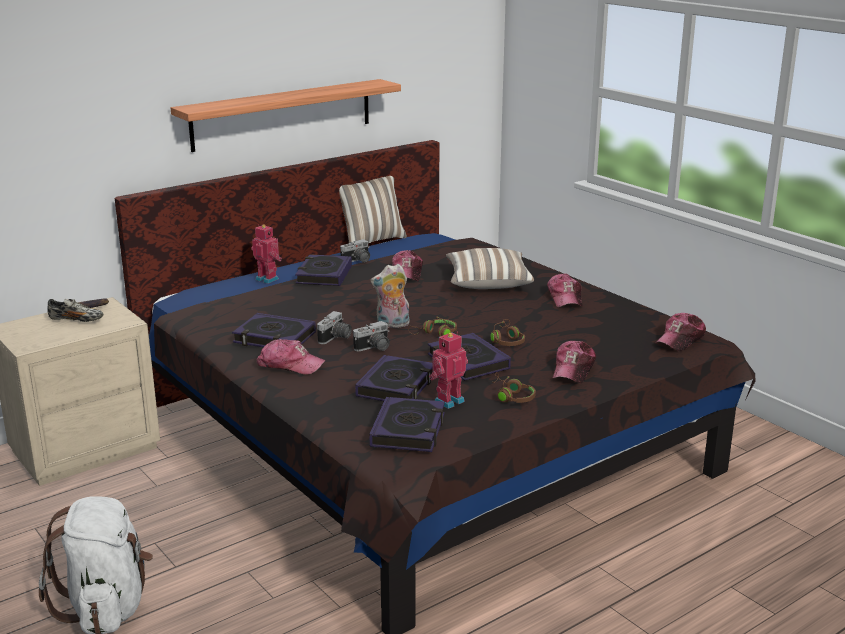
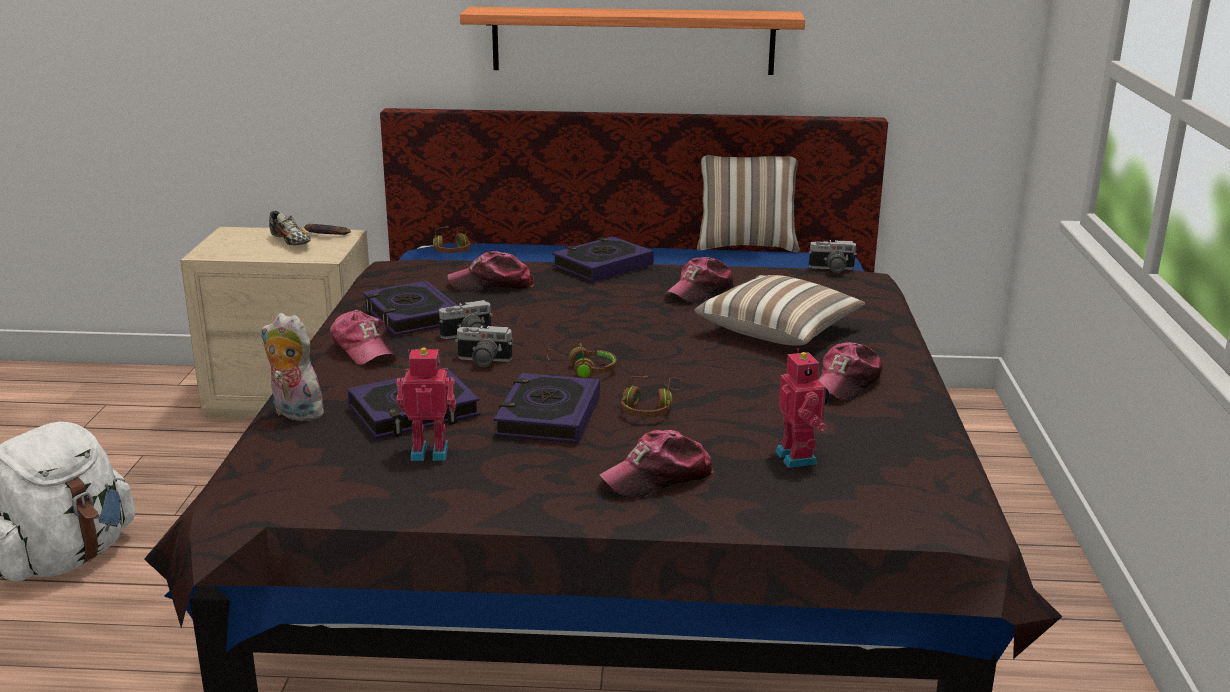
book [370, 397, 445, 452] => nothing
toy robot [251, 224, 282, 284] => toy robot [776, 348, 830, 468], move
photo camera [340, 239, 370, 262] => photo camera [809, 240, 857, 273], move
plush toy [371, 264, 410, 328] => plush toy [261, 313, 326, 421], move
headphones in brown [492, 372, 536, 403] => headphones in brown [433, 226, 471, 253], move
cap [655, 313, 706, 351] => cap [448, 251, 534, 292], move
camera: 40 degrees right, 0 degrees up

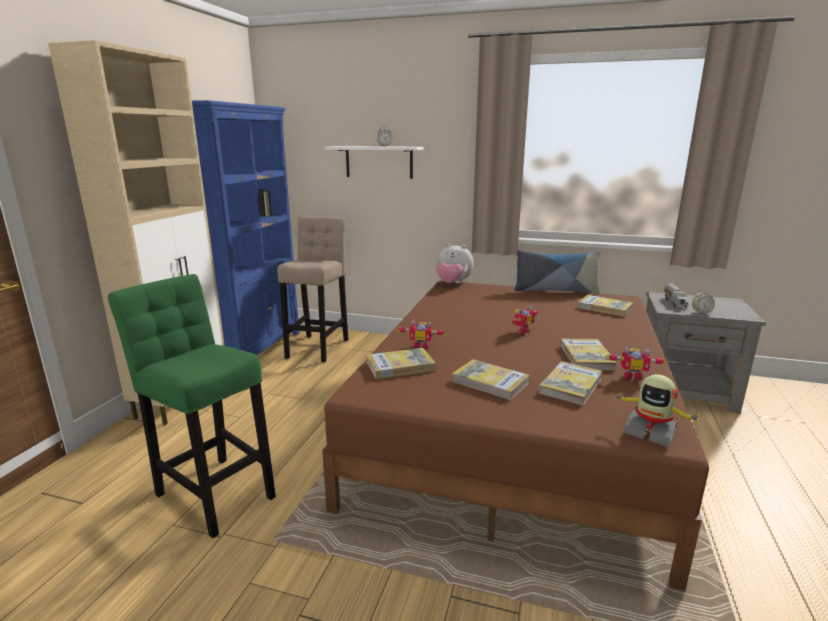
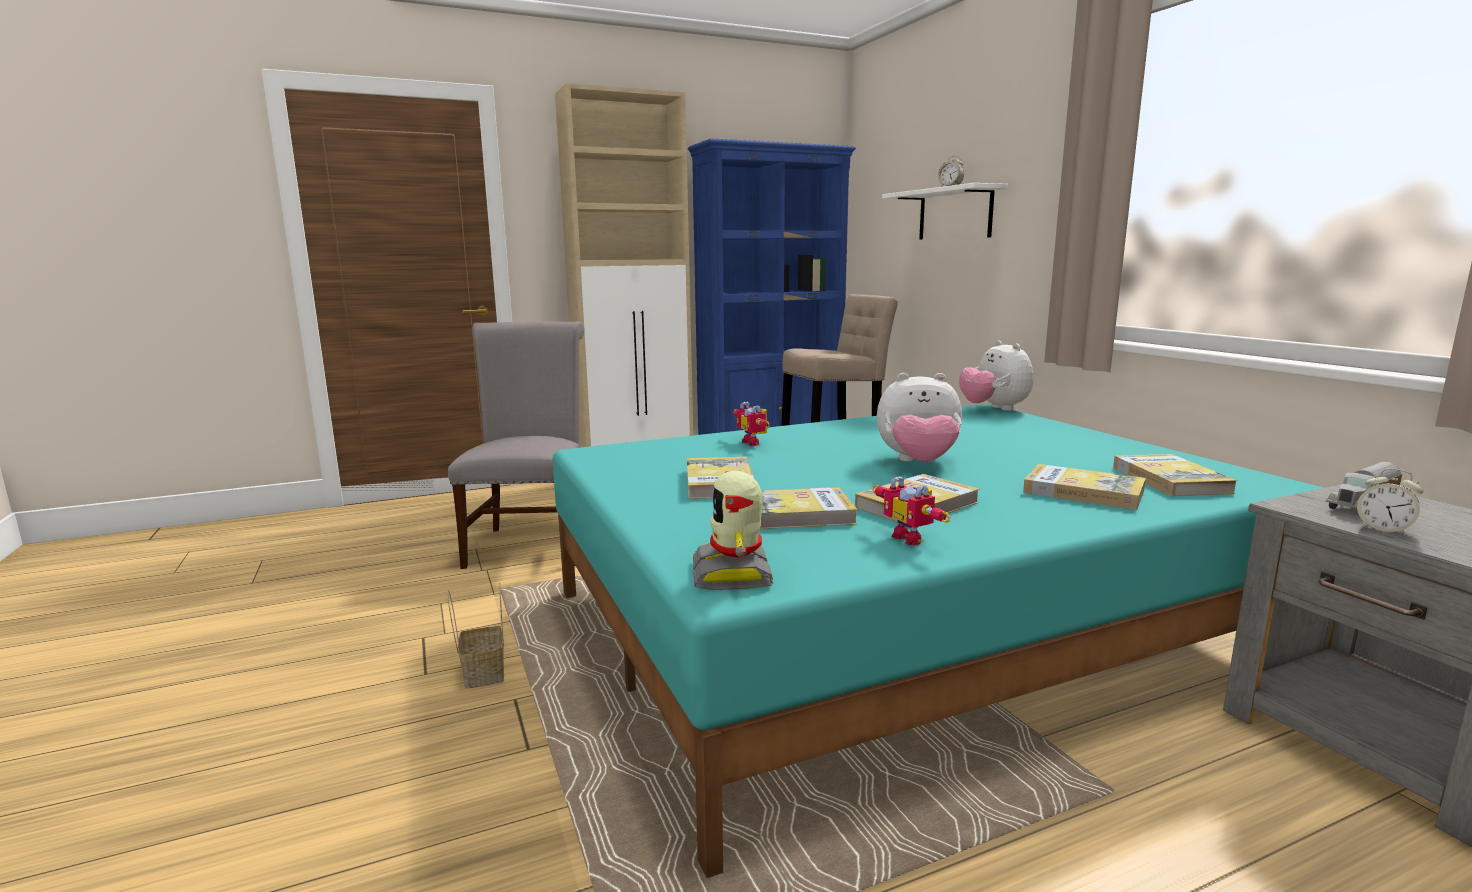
pillow [515, 250, 601, 294] => nothing
nothing => basket [447, 583, 504, 689]
book [367, 348, 436, 379] => book [1023, 464, 1146, 510], move
stool in green [108, 274, 276, 538] => chair in grey [448, 321, 585, 569]
toy robot [511, 306, 538, 335] => plush toy [877, 373, 962, 462]
bed in brown [322, 281, 709, 591] => bed in turquoise [552, 404, 1324, 878]
camera: 50 degrees right, 5 degrees down

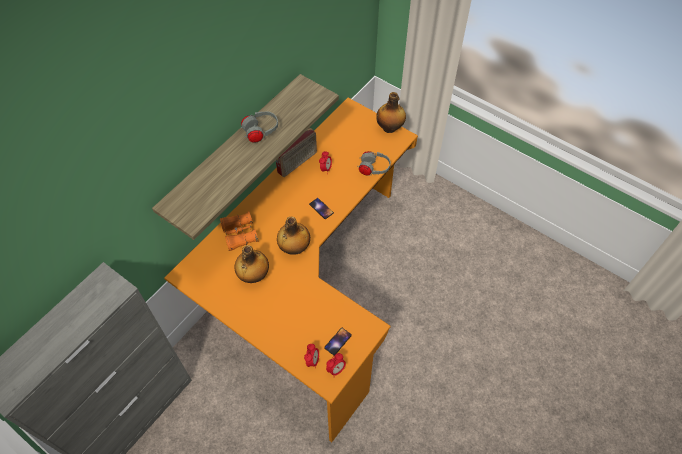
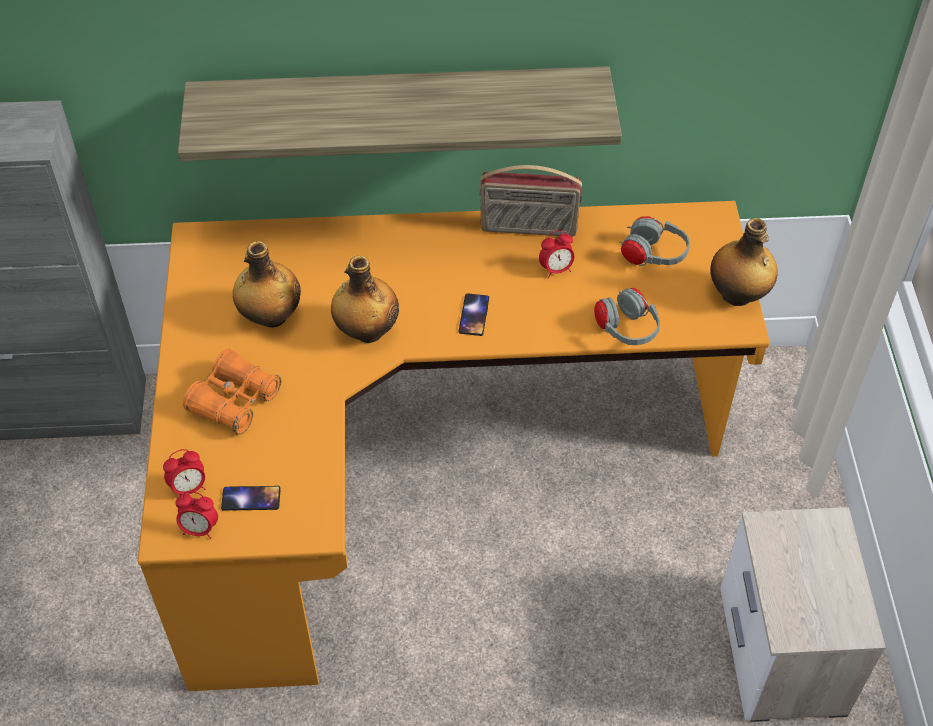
nothing => nightstand [720, 507, 886, 722]
binoculars in orange [220, 211, 258, 251] => binoculars in orange [183, 349, 281, 435], move
headphones in grey [240, 111, 278, 142] => headphones in grey [619, 216, 690, 266], move
camera: 50 degrees right, 5 degrees down

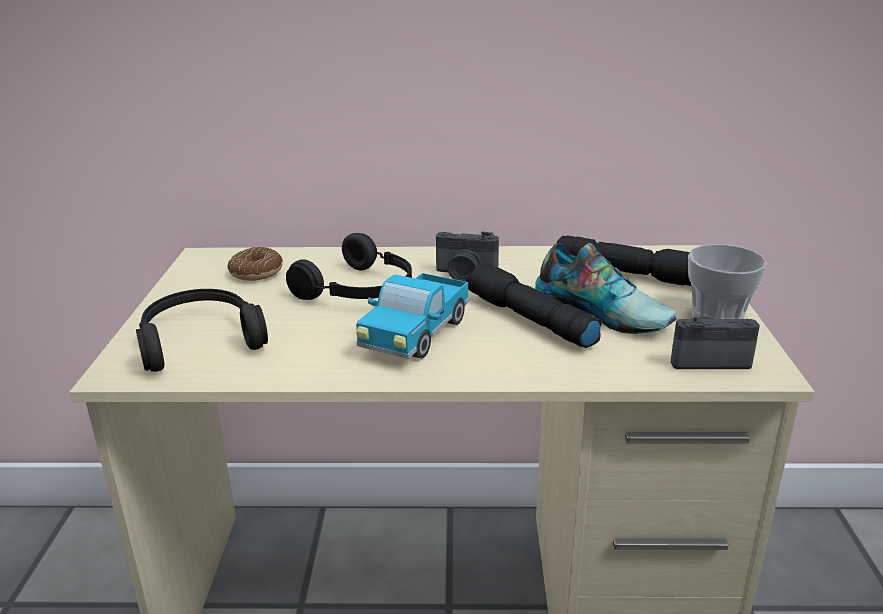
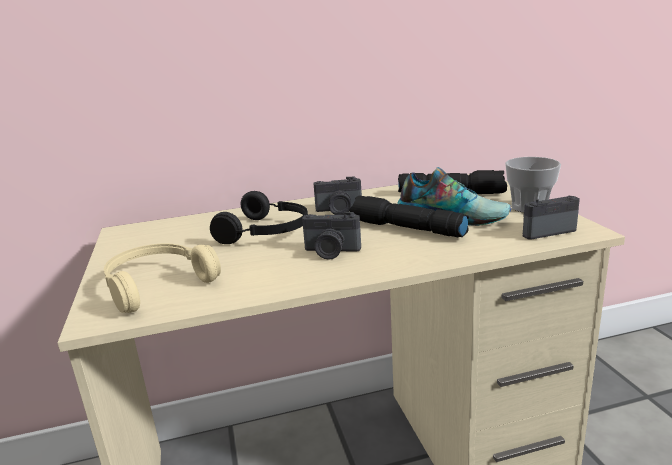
donut [227, 247, 283, 281] => nothing
toy truck [356, 273, 469, 359] => photo camera [302, 212, 361, 260]
headphones in black [136, 289, 268, 372] => headphones in beige [104, 244, 221, 313]
camera: 15 degrees left, 5 degrees down

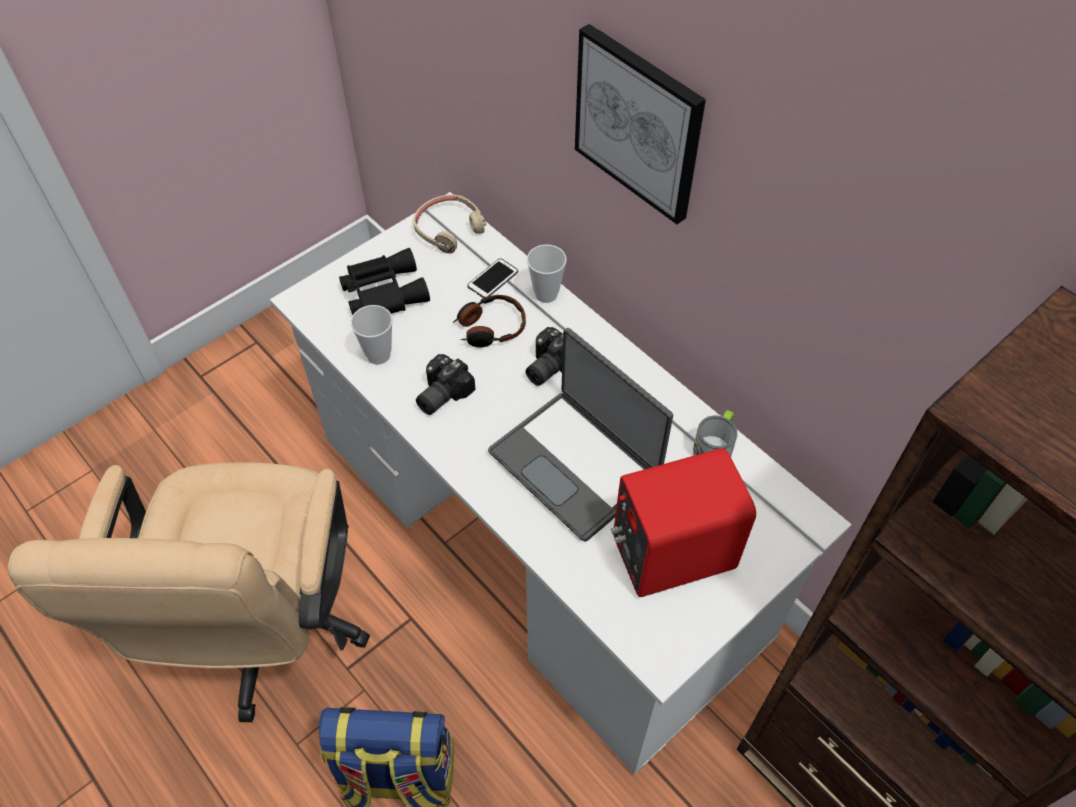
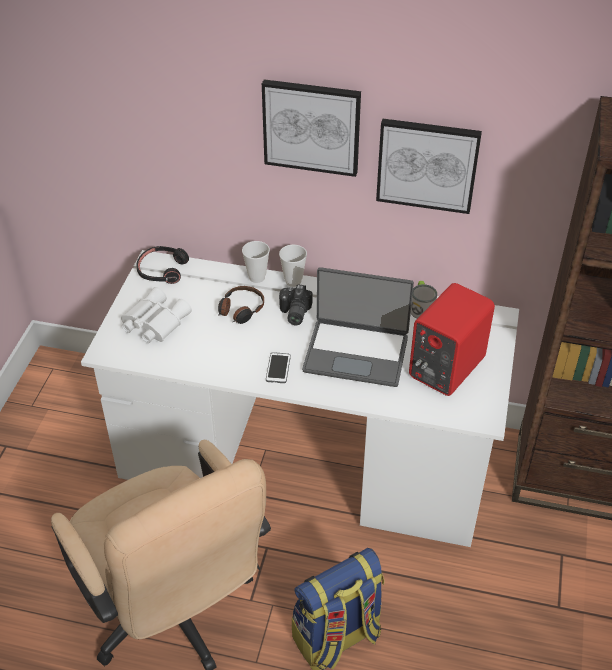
photo camera [416, 354, 476, 415] => nothing
nothing => picture [376, 119, 482, 214]
cup [351, 305, 393, 365] => cup [279, 245, 307, 287], move
phone [467, 258, 518, 298] => phone [266, 352, 291, 383], move
binoculars in black [339, 248, 430, 315] => binoculars in white [121, 287, 192, 343]
headphones in beige [413, 194, 486, 254] => headphones in black [136, 246, 189, 284]
camera: 35 degrees left, 10 degrees down

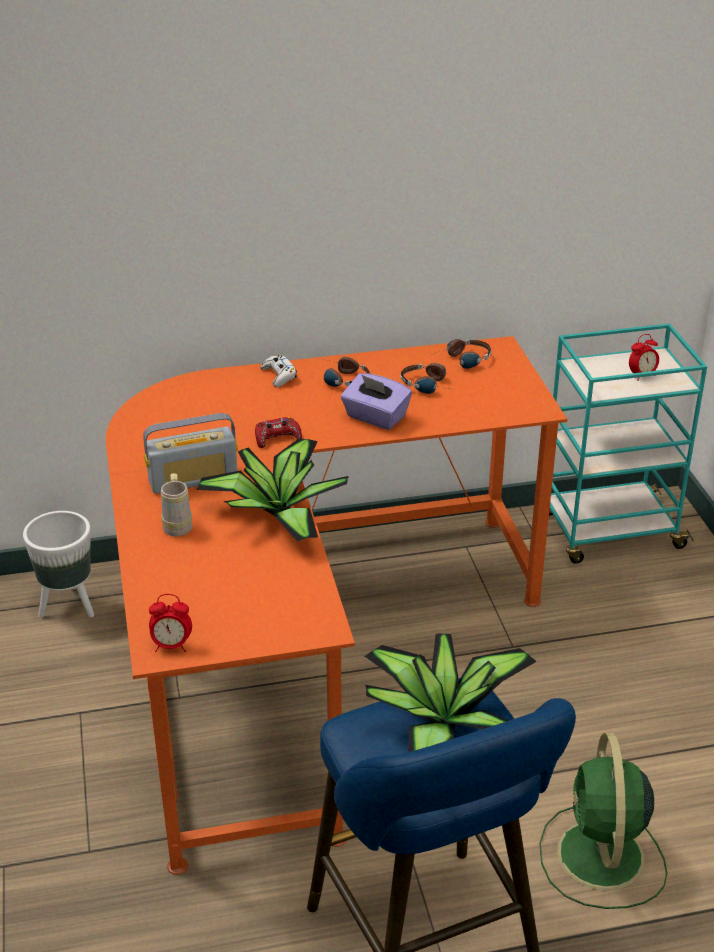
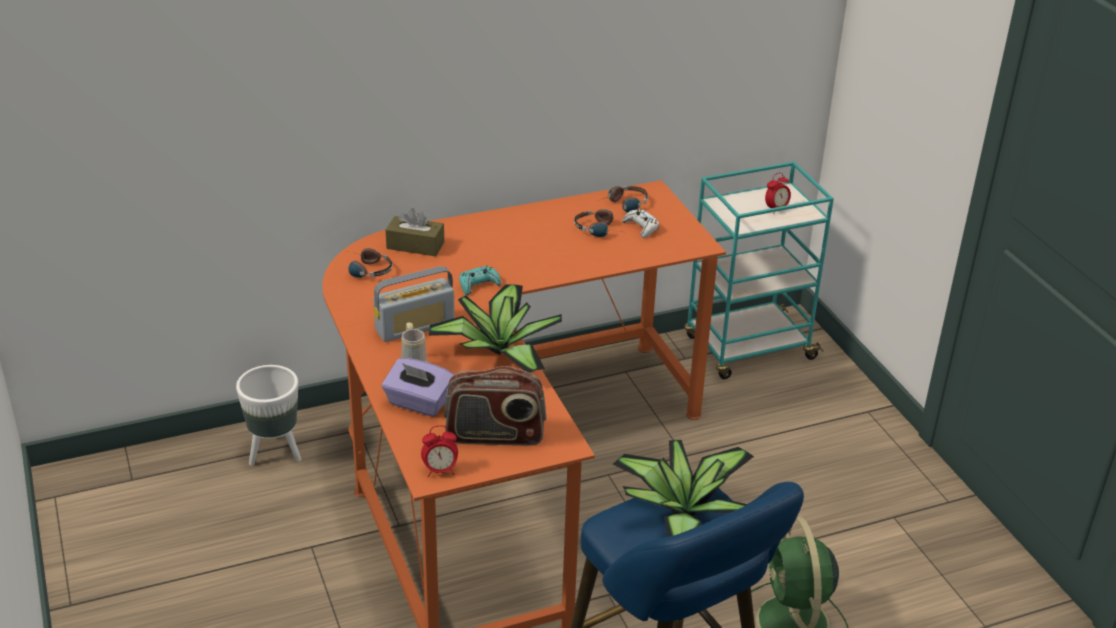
nothing => tissue box in brown [386, 208, 444, 256]
nothing => radio [444, 366, 546, 446]
game controller in white [261, 355, 297, 387] => game controller in white [622, 209, 659, 238], move
headphones [324, 357, 370, 387] => headphones [347, 248, 392, 278], move
tissue box in purple [341, 373, 412, 430] => tissue box in purple [382, 358, 454, 417], move
game controller in red [255, 417, 302, 448] => game controller in turquoise [459, 266, 501, 295]
camera: 10 degrees left, 0 degrees up

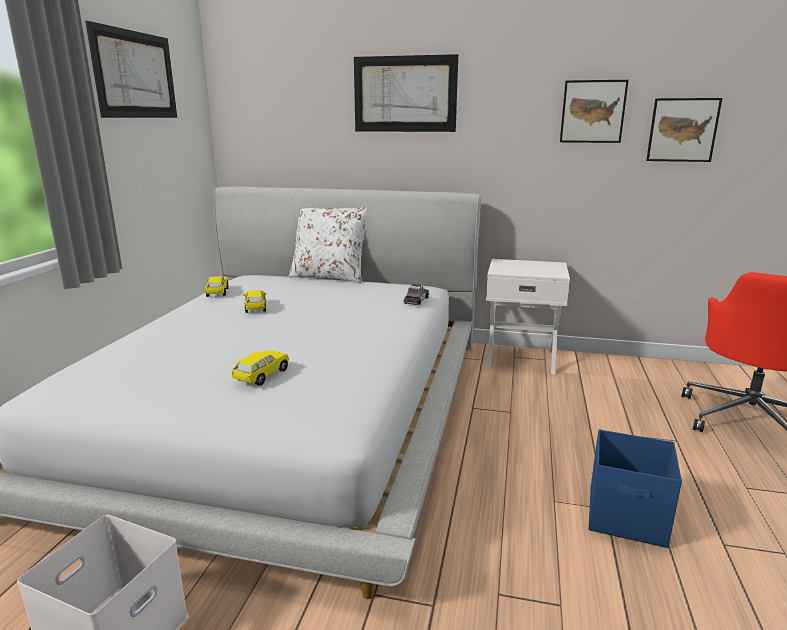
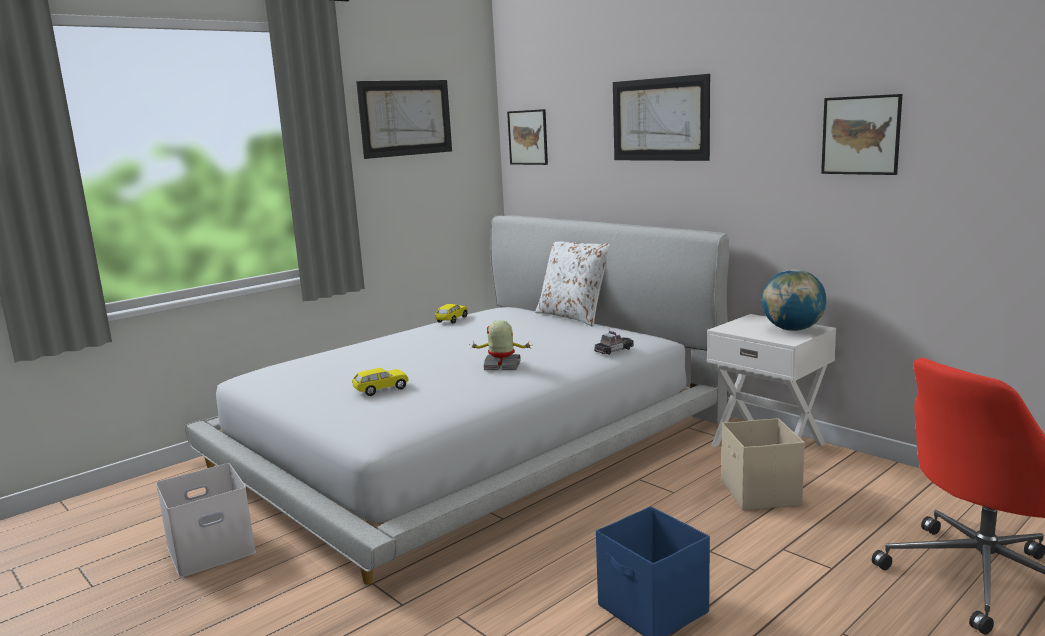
toy car in yellow [243, 290, 266, 313] => nothing
nothing => toy robot [469, 320, 532, 370]
nothing => storage box in beige [721, 418, 805, 510]
nothing => globe [762, 269, 826, 331]
picture [646, 98, 722, 162] => picture [507, 109, 548, 165], move
camera: 35 degrees right, 5 degrees down

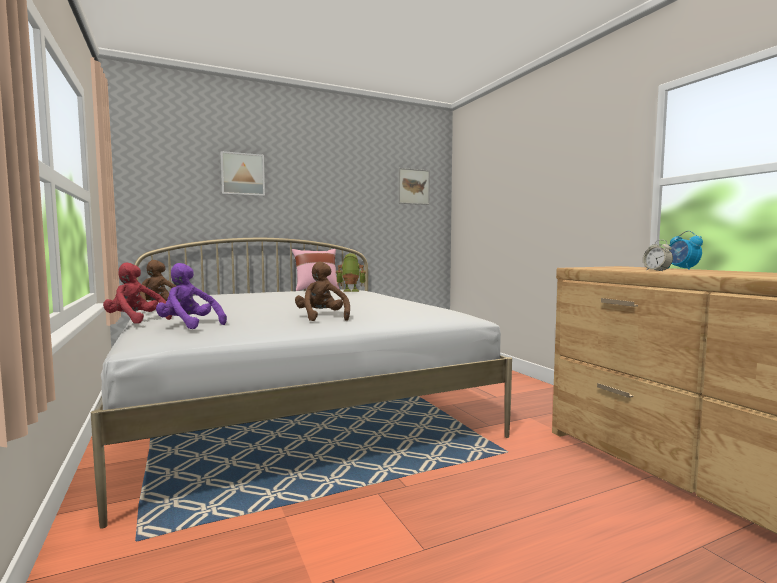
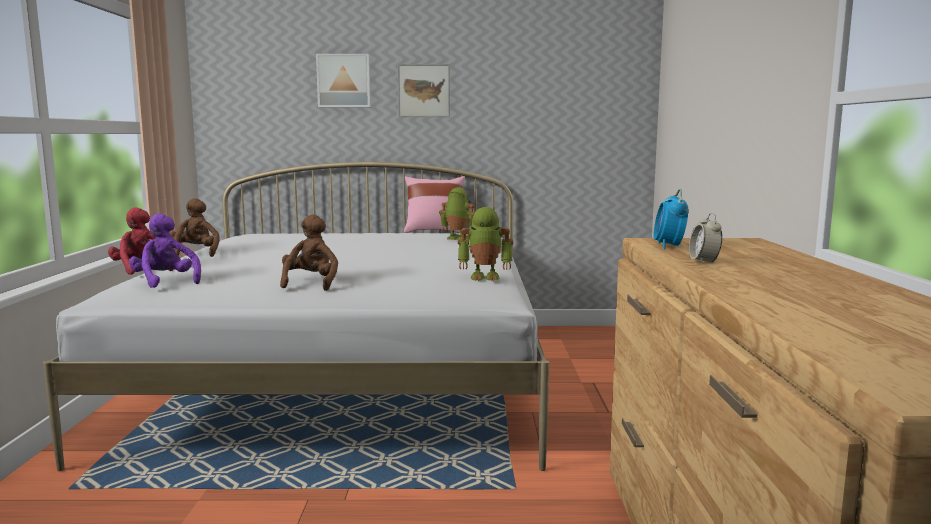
nothing => toy robot [458, 207, 513, 281]
picture [398, 168, 430, 205] => picture [398, 64, 450, 117], move
alarm clock [667, 231, 703, 270] => alarm clock [653, 189, 688, 249], move
camera: 25 degrees right, 5 degrees up

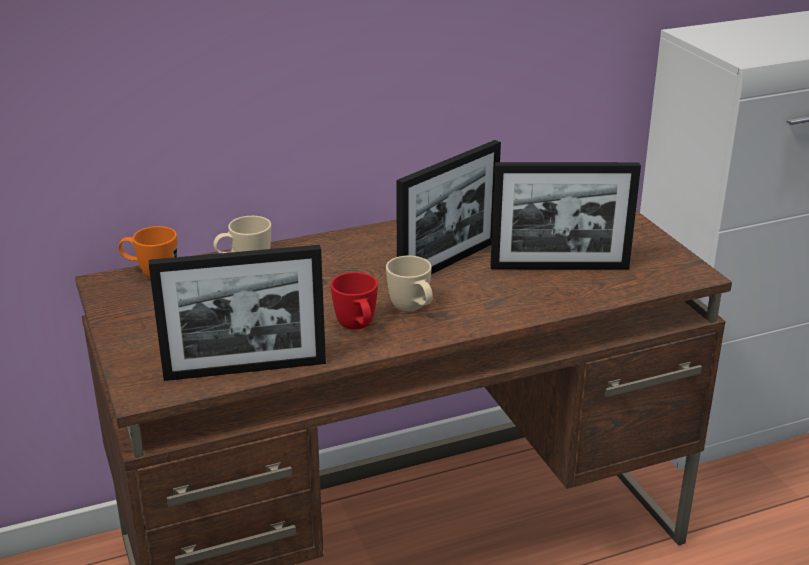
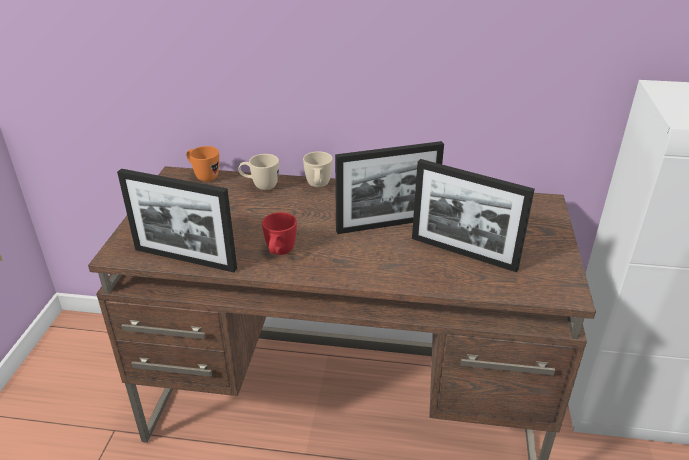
mug in beige [386, 256, 433, 311] => mug in beige [303, 151, 333, 188], move
camera: 30 degrees right, 5 degrees up

